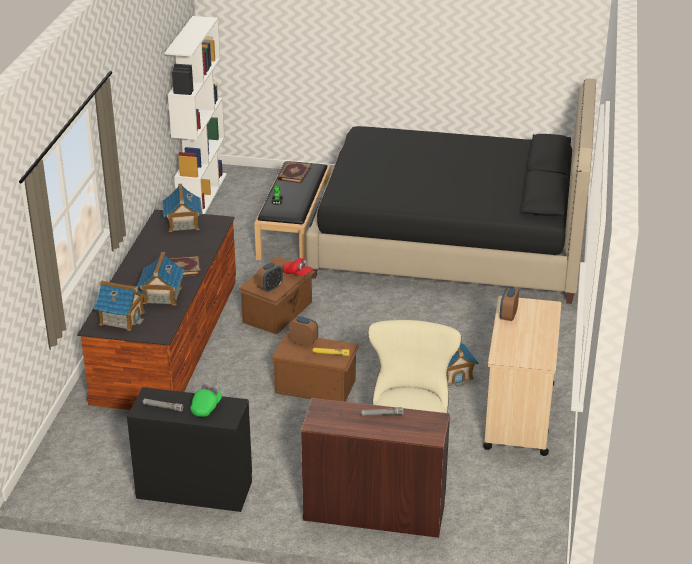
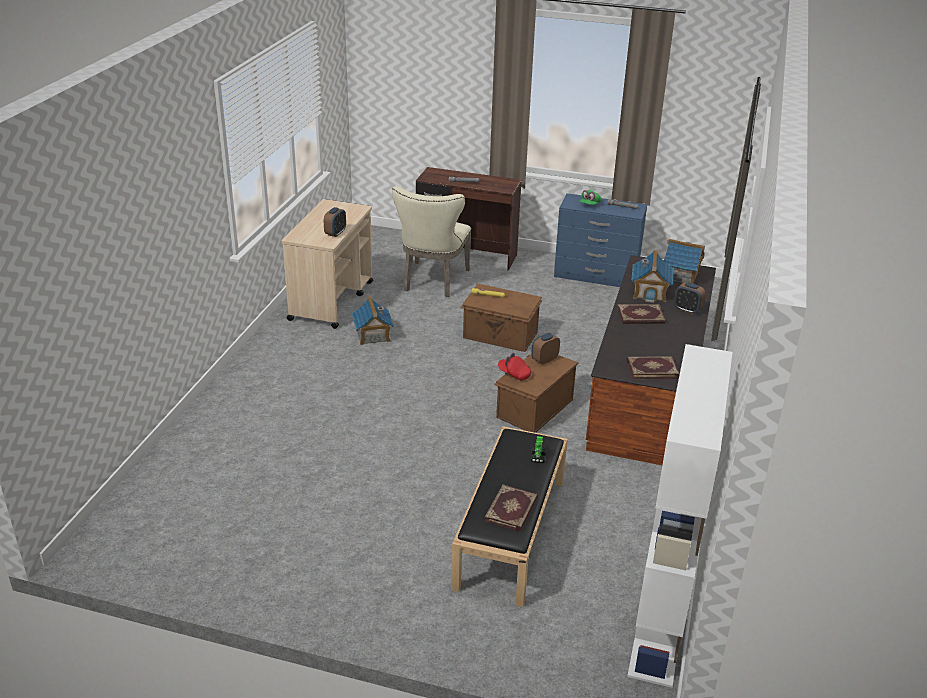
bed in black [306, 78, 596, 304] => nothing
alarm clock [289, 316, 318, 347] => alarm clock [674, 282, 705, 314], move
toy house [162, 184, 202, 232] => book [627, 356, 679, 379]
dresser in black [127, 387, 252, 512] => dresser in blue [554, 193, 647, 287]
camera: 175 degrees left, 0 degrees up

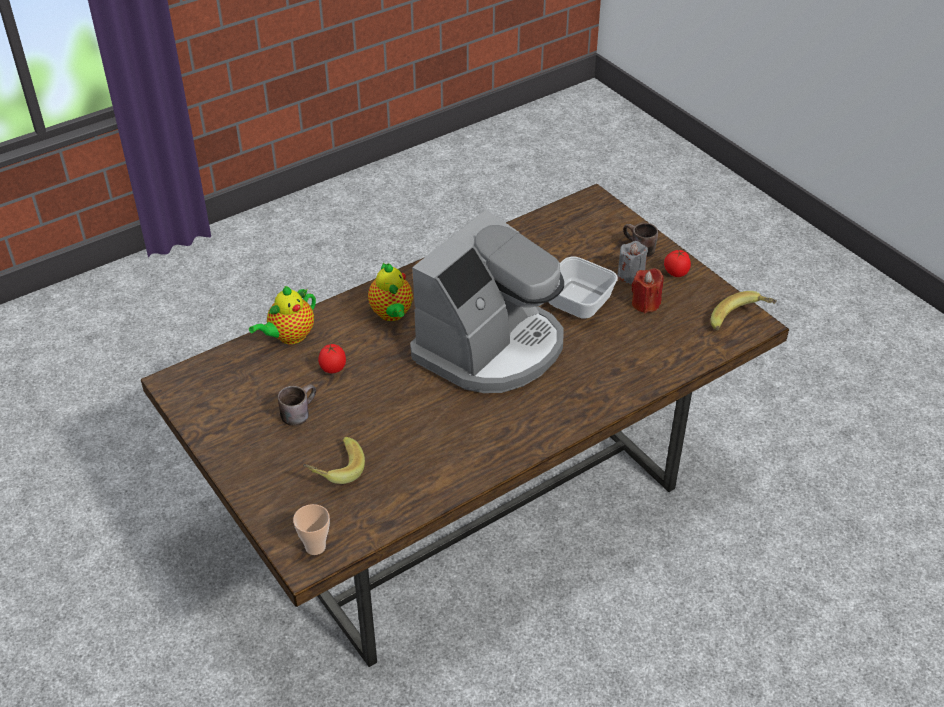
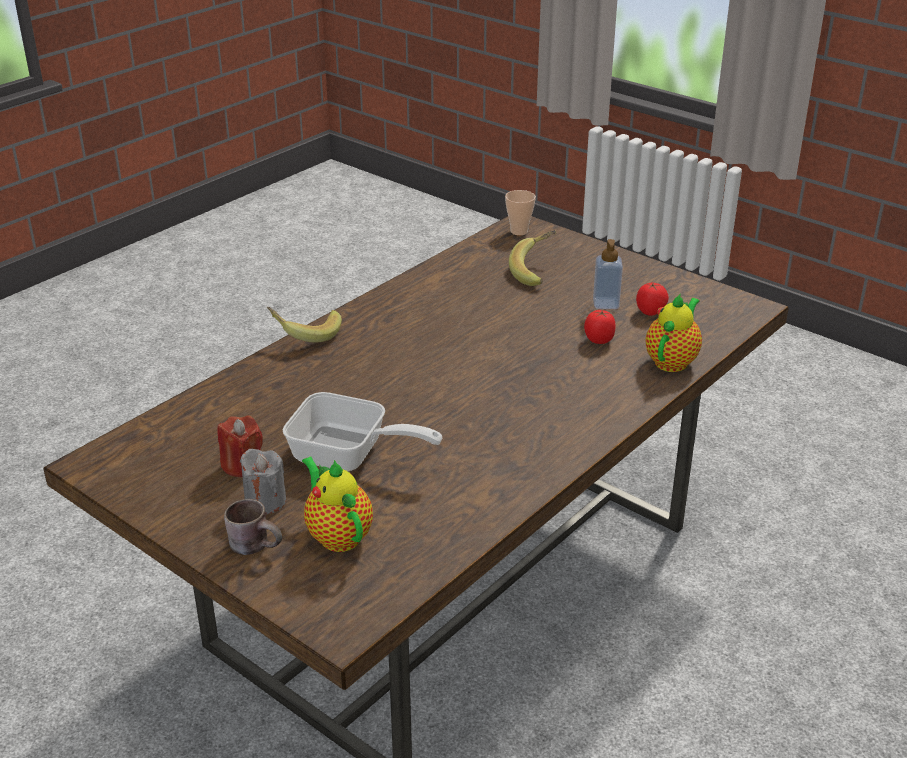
coffee machine [410, 210, 564, 393] => nothing
teapot [368, 263, 413, 321] => teapot [302, 456, 373, 552], move
tomato [664, 250, 691, 277] => tomato [636, 283, 669, 316], move
banana [710, 291, 777, 330] => banana [267, 307, 342, 343], move
mug in brown [278, 384, 316, 426] => soap dispenser [593, 239, 623, 309]
camera: 165 degrees right, 10 degrees down

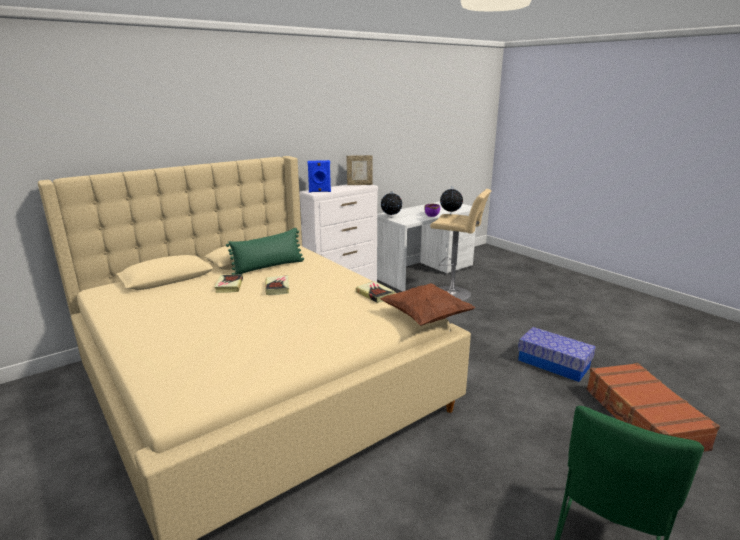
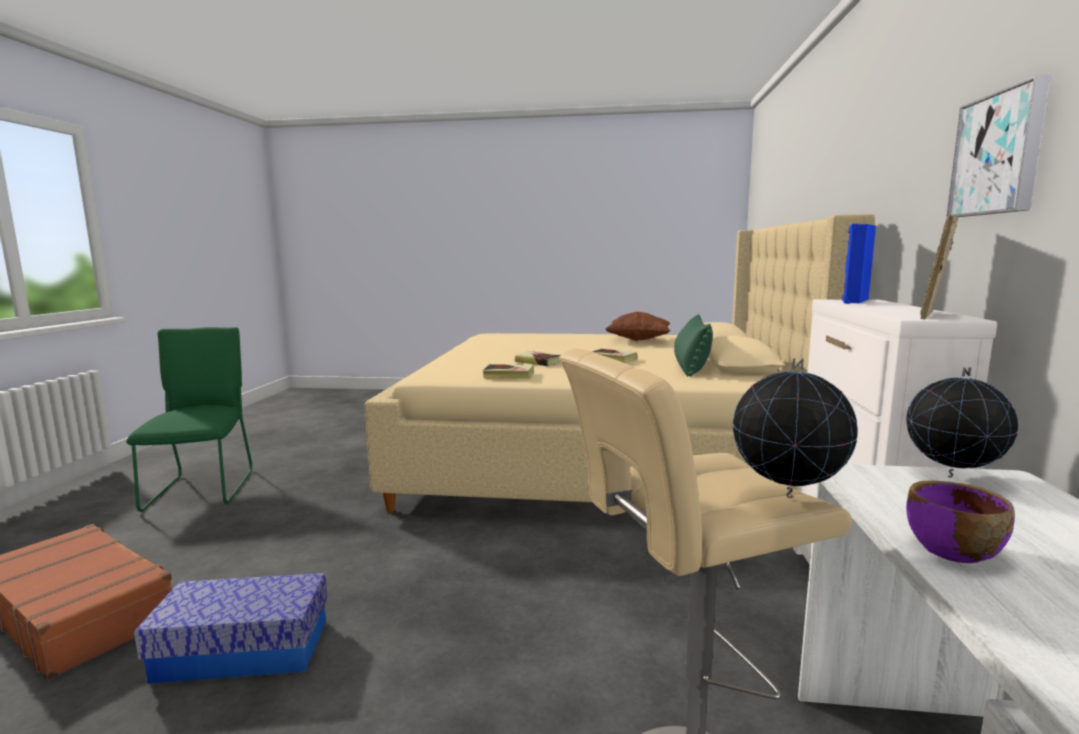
nothing => picture [946, 75, 1051, 218]
book [214, 274, 243, 293] => book [515, 350, 562, 366], move
pillow in brown [380, 283, 476, 326] => pillow in brown [605, 312, 671, 341], move
camera: 135 degrees right, 10 degrees down

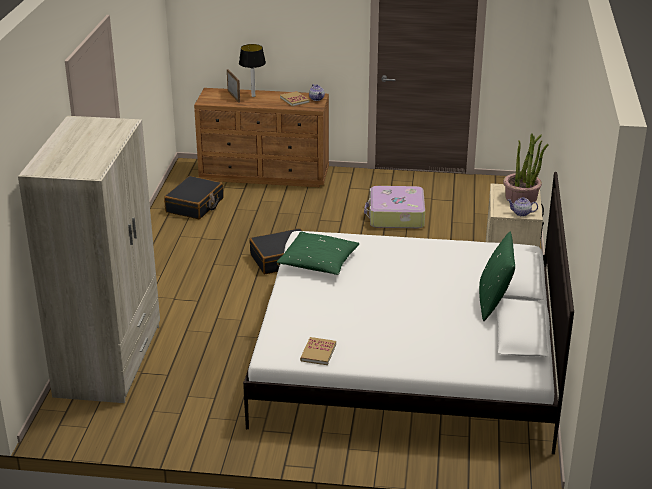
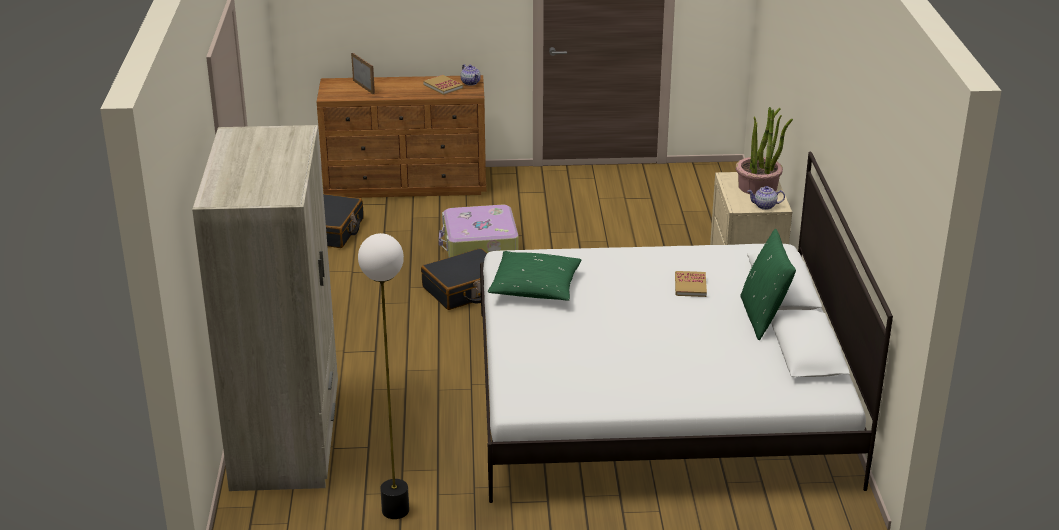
table lamp [239, 44, 266, 97] => nothing
nothing => floor lamp [358, 233, 409, 519]
book [300, 337, 336, 365] => book [675, 271, 707, 297], move
suitcase [364, 186, 425, 228] => suitcase [439, 205, 519, 257], move
camera: 10 degrees left, 0 degrees up

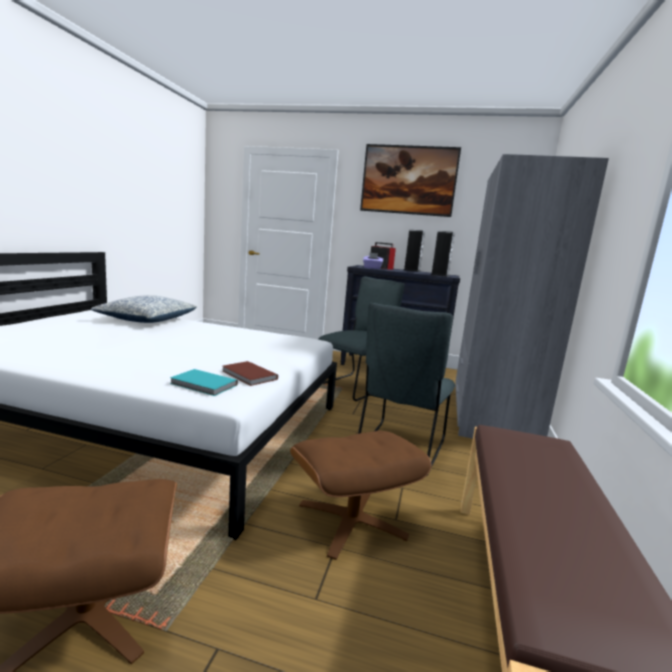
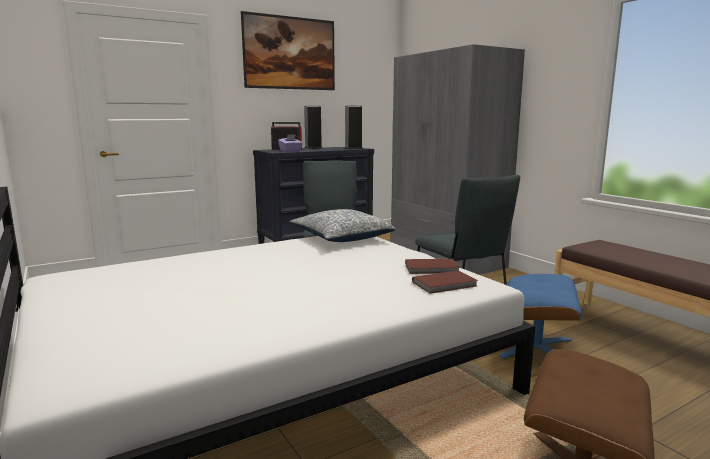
pillow [91, 295, 197, 323] => pillow [290, 209, 395, 242], move
book in turquoise [170, 369, 238, 396] => book in brown [412, 270, 478, 294]
ottoman in brown [290, 431, 431, 560] => ottoman in blue [499, 274, 582, 359]
camera: 45 degrees left, 0 degrees up

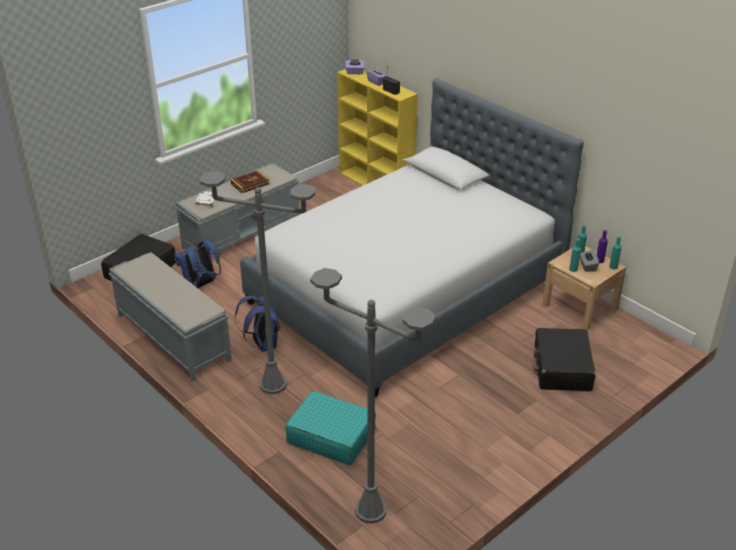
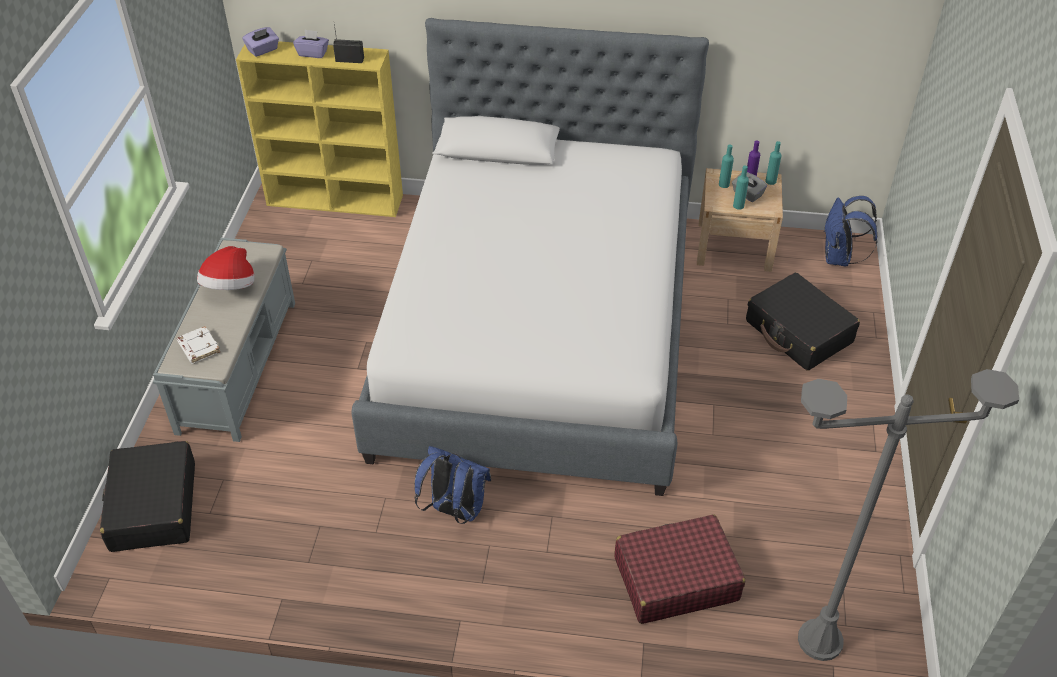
bench in grey [109, 252, 232, 382] => nothing
floor lamp in grey [200, 171, 315, 394] => nothing
backpack in blue [174, 241, 221, 288] => backpack in blue [825, 196, 878, 267], move
book [230, 170, 270, 193] => hat [197, 246, 254, 290]
suitcase in turquoise [285, 391, 376, 465] => suitcase in red [614, 514, 745, 624]
camera: 40 degrees left, 10 degrees up

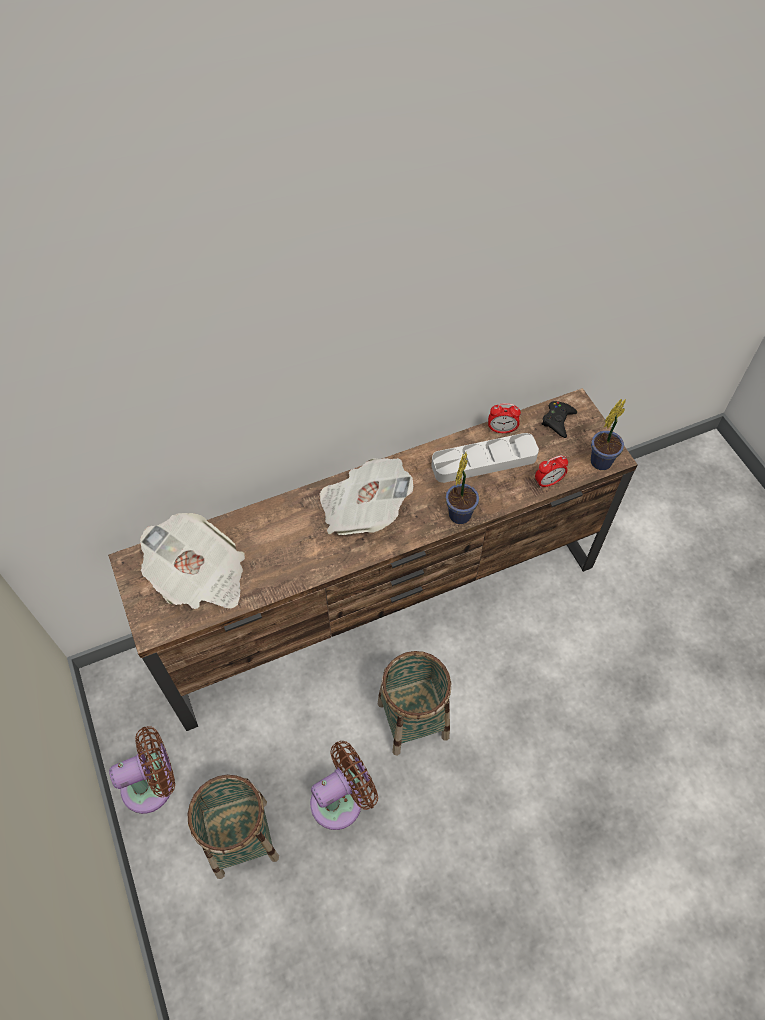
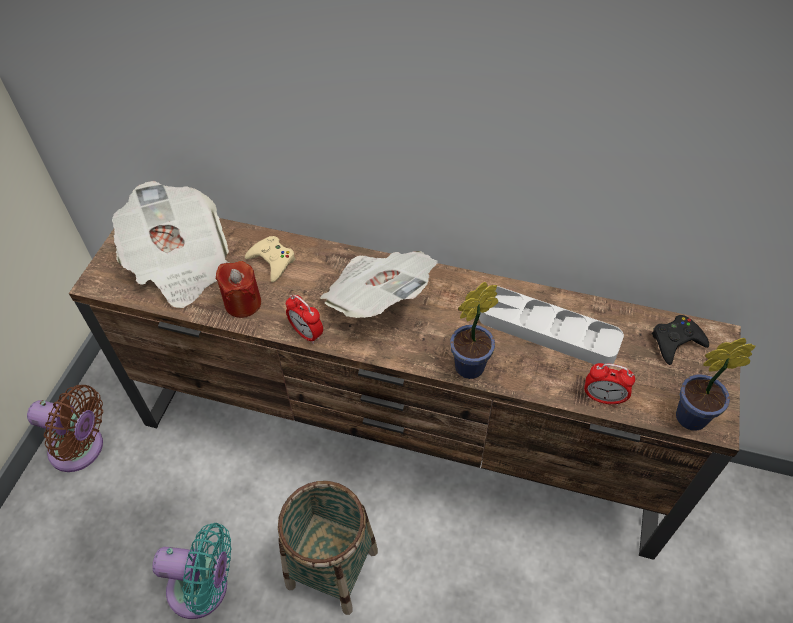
basket [188, 774, 279, 879] => nothing
nothing => candle in red [216, 261, 261, 318]
nothing => game controller in beige [245, 236, 295, 283]
alarm clock [488, 403, 521, 433] => alarm clock [286, 295, 323, 344], move
fan in brown [310, 741, 378, 830] => fan in turquoise [152, 523, 231, 619]
camera: 40 degrees right, 5 degrees down

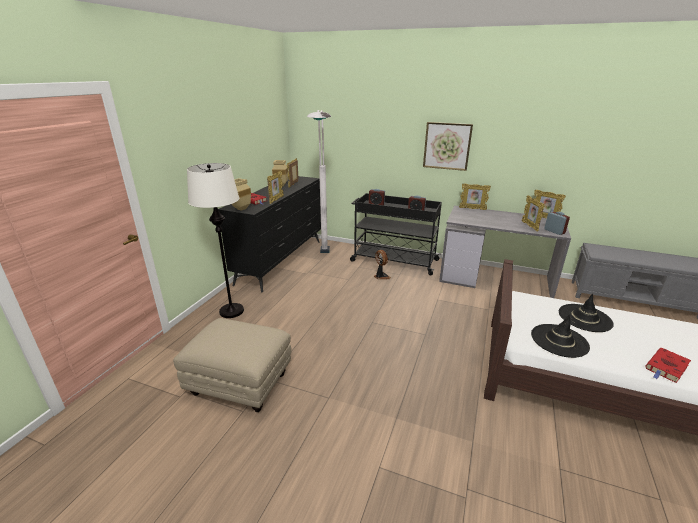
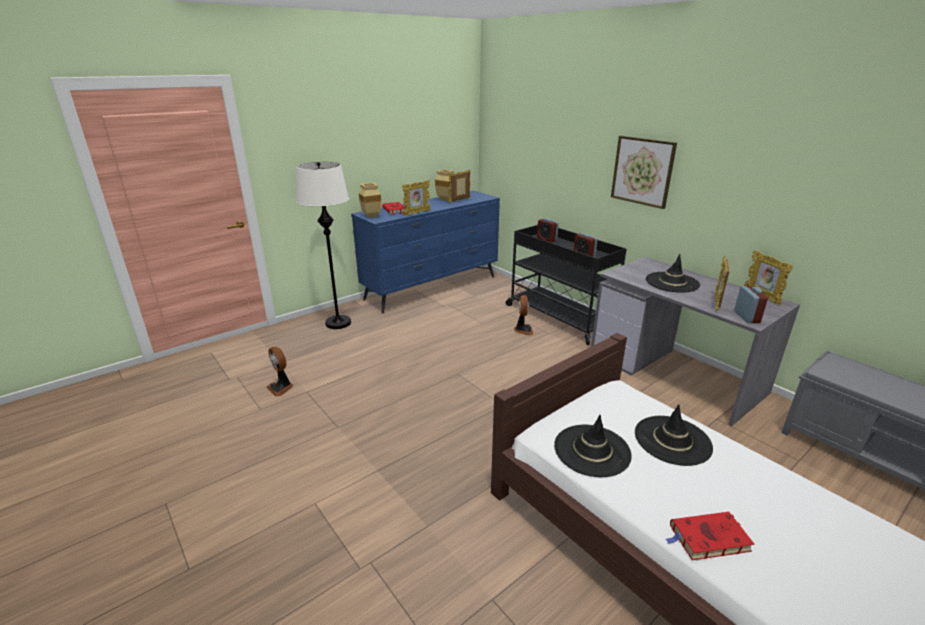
floor lamp in white [307, 110, 331, 253] => nothing
picture frame [459, 184, 491, 210] => nothing
nothing => hat in black [646, 254, 700, 293]
ottoman in beige [173, 318, 292, 412] => fan [266, 347, 293, 397]
dresser in black [218, 176, 321, 293] => dresser in blue [351, 191, 500, 313]
camera: 30 degrees right, 0 degrees up

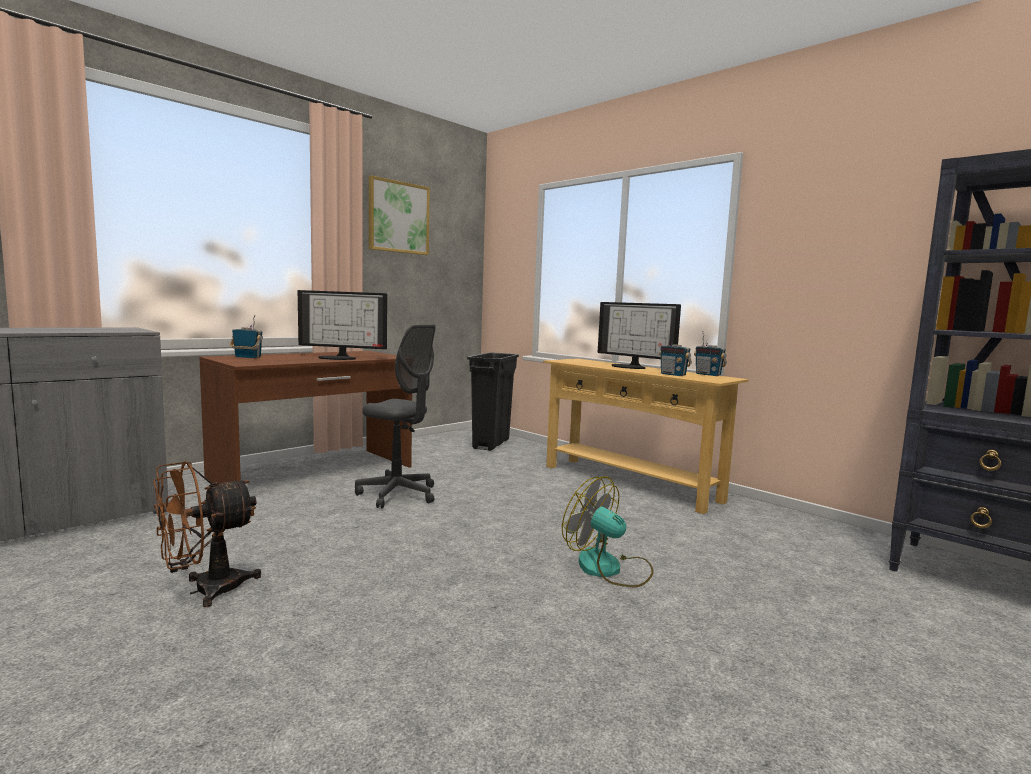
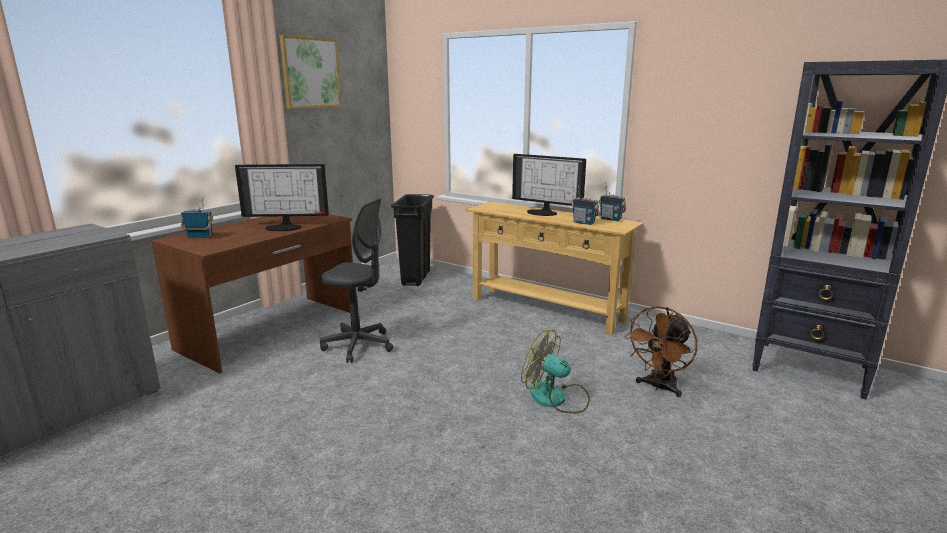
fan in brown [153, 461, 261, 607] => fan in brown [625, 306, 697, 397], move
camera: 10 degrees left, 10 degrees up

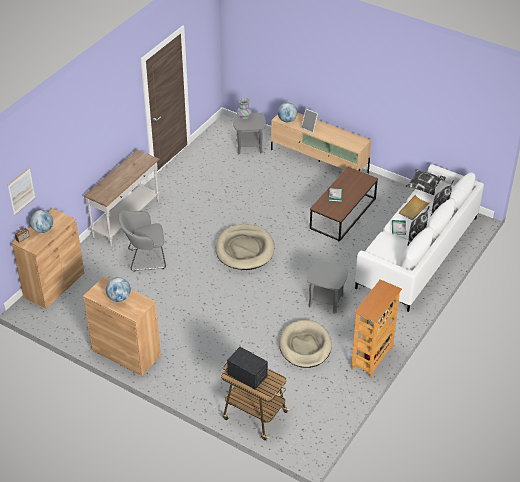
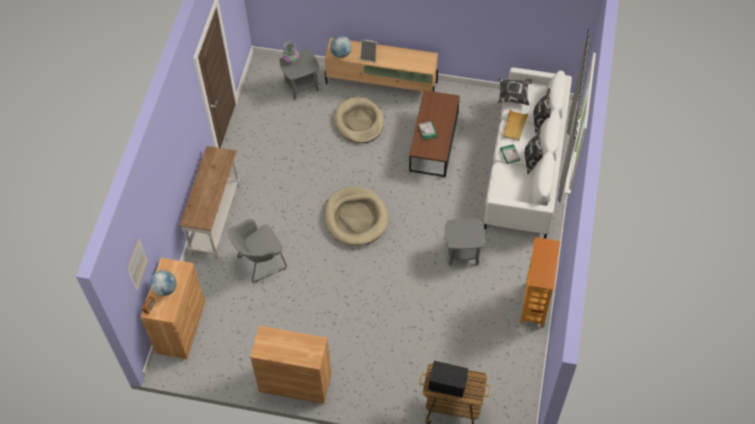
globe [106, 277, 131, 302] => nothing
dog bed in beige [279, 320, 332, 368] => dog bed in beige [334, 97, 384, 143], move
camera: 20 degrees left, 15 degrees up

